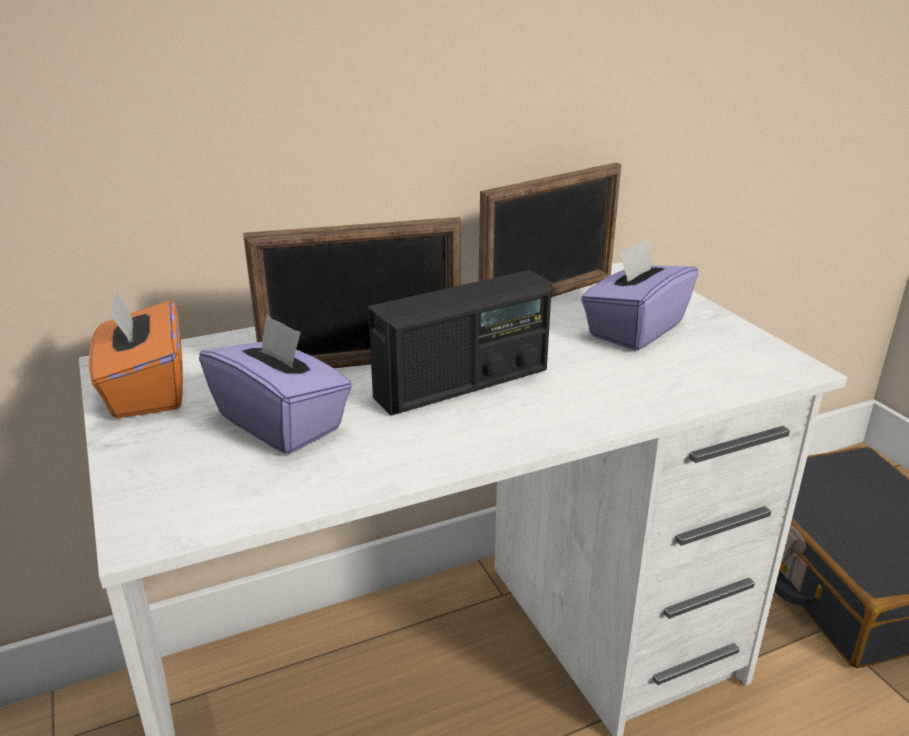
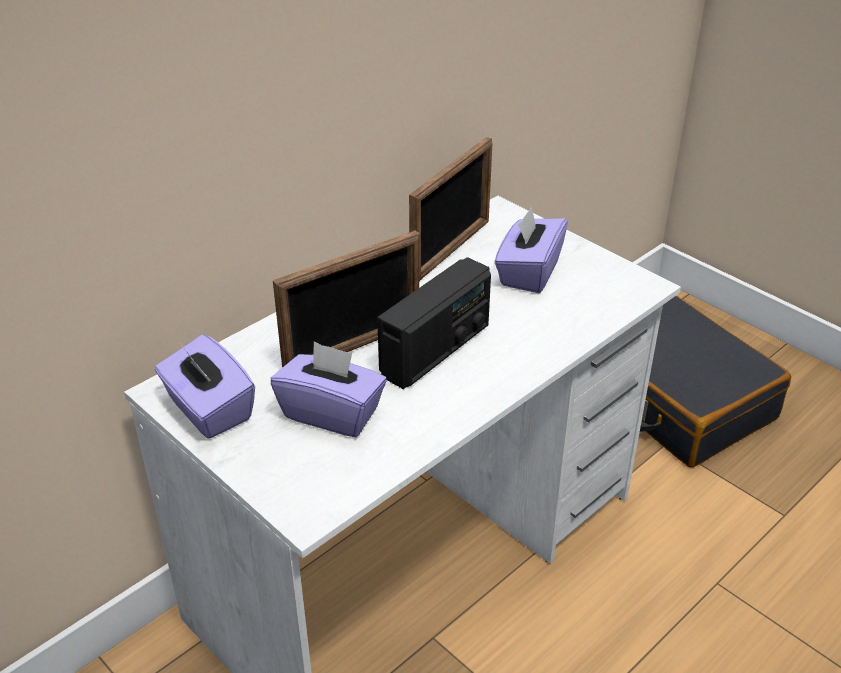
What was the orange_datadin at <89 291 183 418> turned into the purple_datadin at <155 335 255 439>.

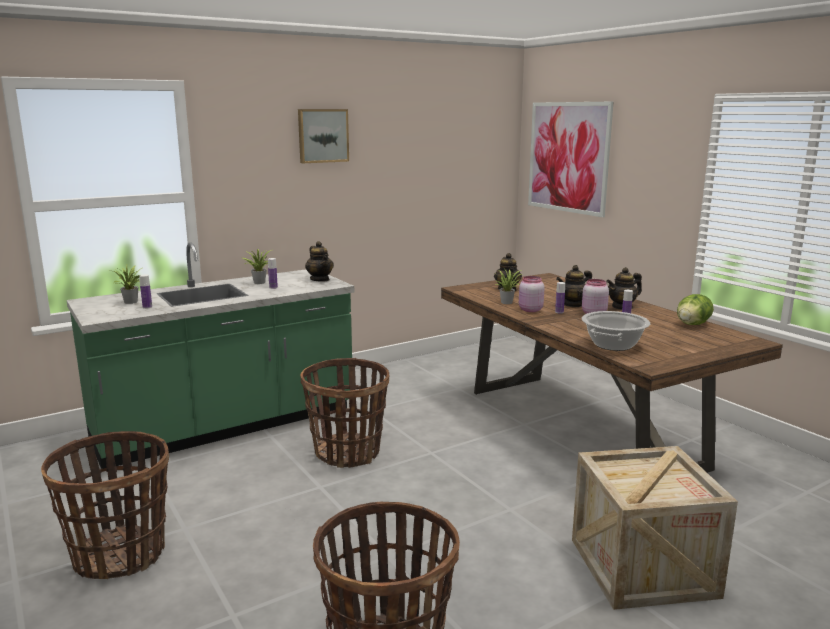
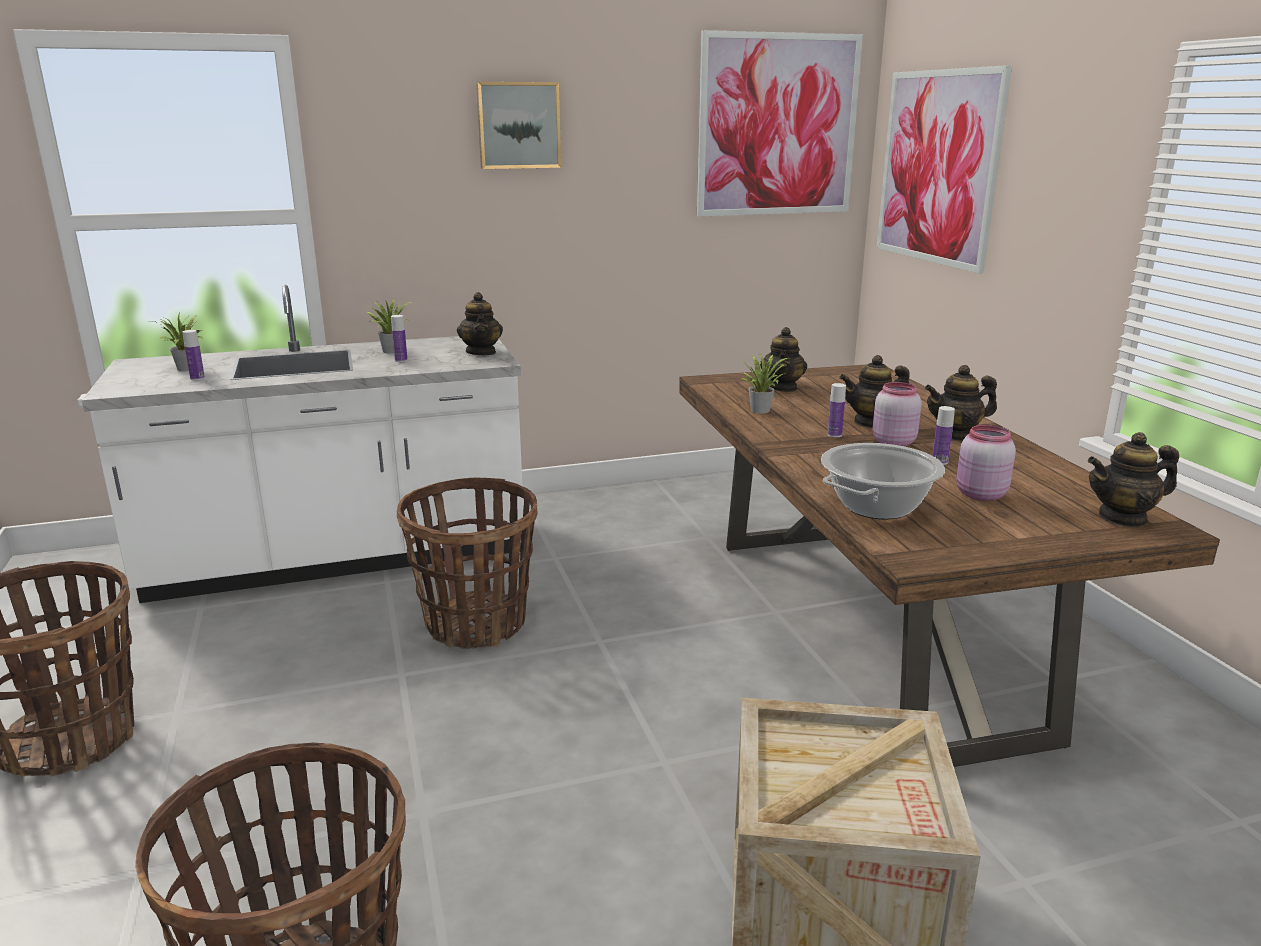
The second view lost the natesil at <677 294 714 325>.
The second view gained the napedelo at <697 30 863 217>.
The second view gained the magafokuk at <1088 432 1179 527>.
The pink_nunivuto ended up elsewhere, having gone from <519 276 545 312> to <956 425 1016 501>.
What was the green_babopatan at <66 242 354 469> turned into the white_babopatan at <82 285 523 603>.

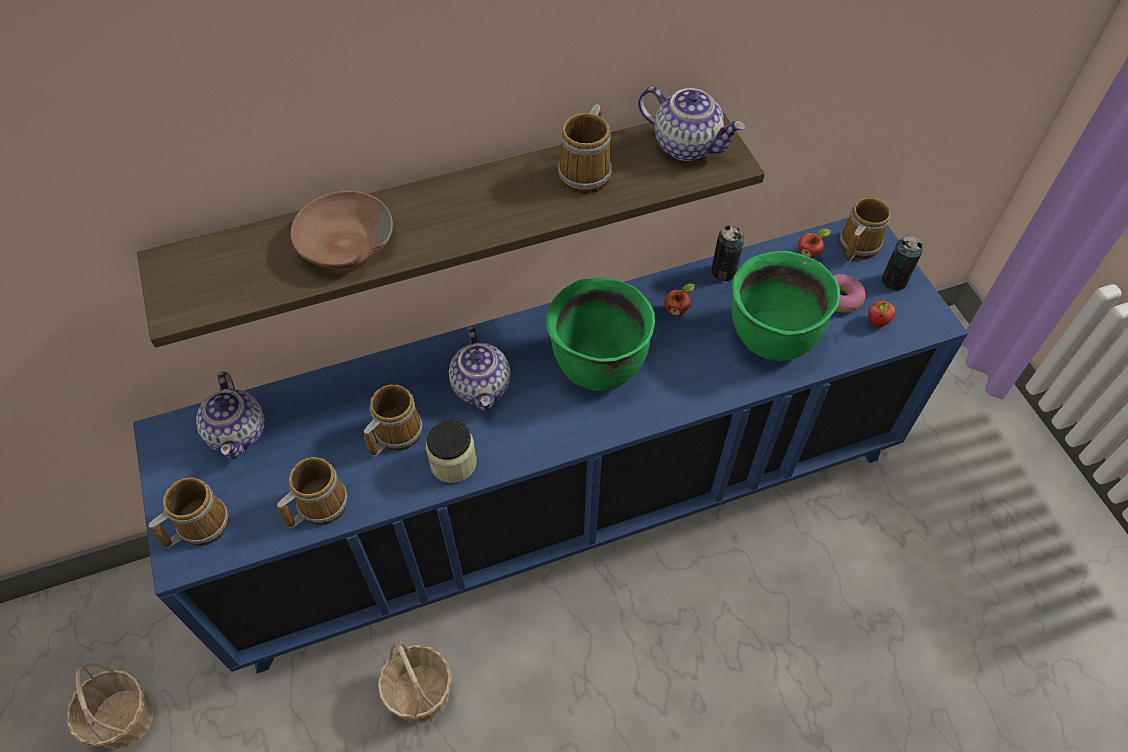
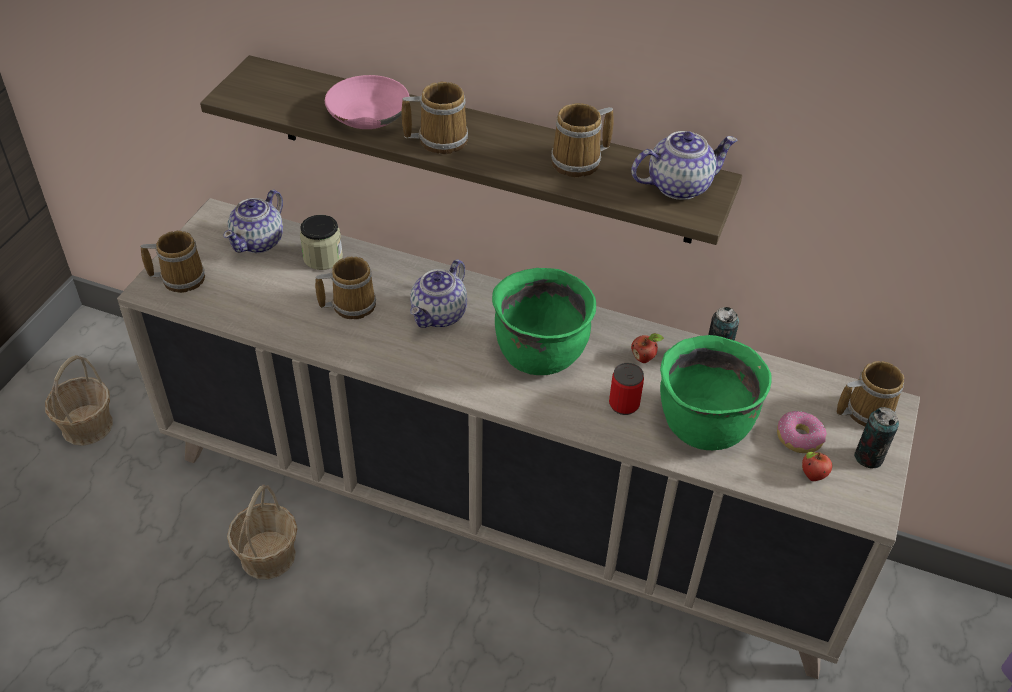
The second view lost the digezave at <798 228 831 259>.
The second view gained the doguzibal at <609 363 644 415>.
The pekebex ended up elsewhere, having gone from <277 457 348 528> to <402 82 468 154>.
The nunivuto ended up elsewhere, having gone from <426 420 477 483> to <300 215 343 270>.
What was the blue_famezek at <133 218 968 674> turned into the beige_famezek at <117 198 920 679>.
What was the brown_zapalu at <291 191 393 269> turned into the pink_zapalu at <325 75 410 129>.
The magafokuk at <638 86 746 161> ended up facing another way, 90 degrees counterclockwise from before.

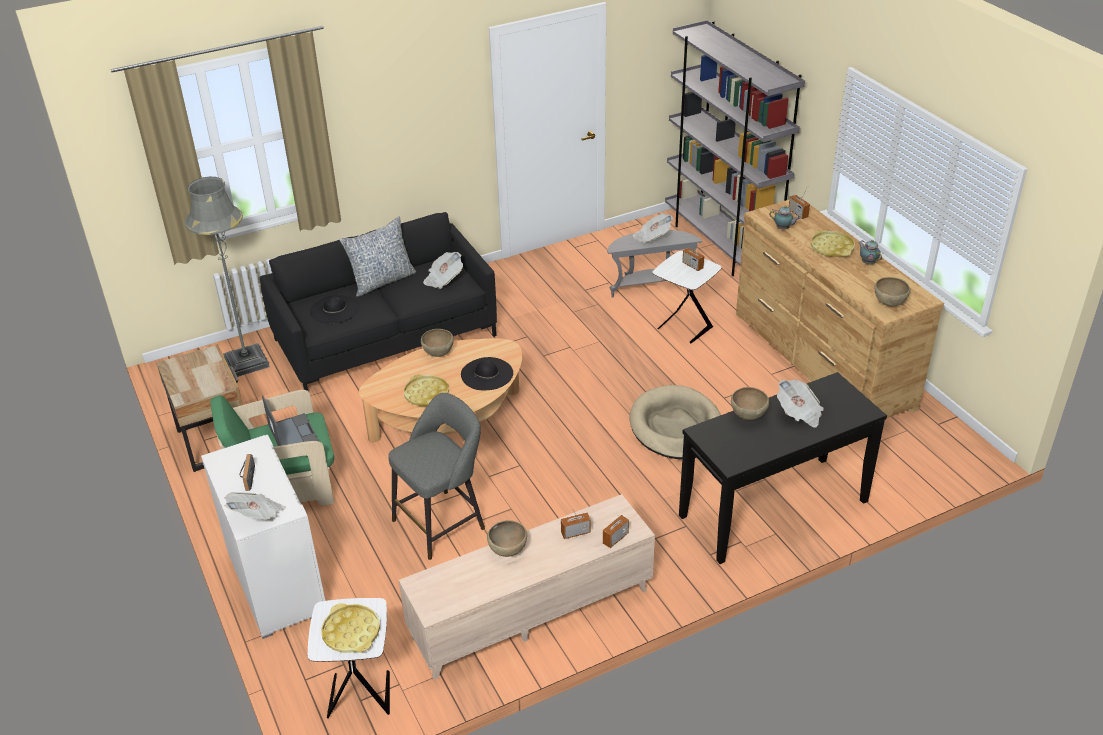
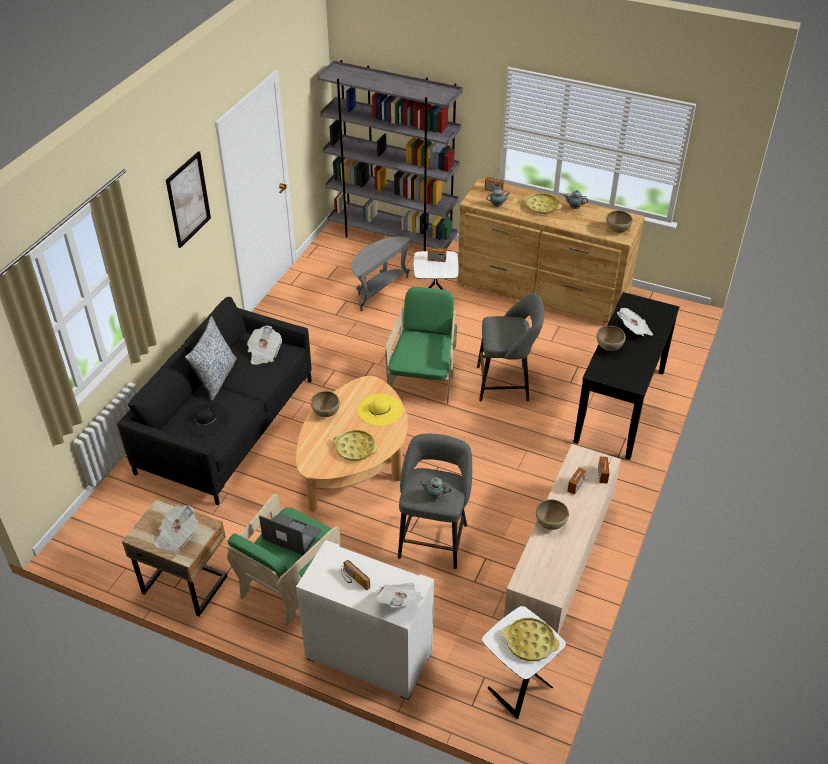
The second view lost the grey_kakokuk at <185 177 270 377>.
The second view gained the napedelo at <166 151 211 248>.
The second view gained the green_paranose at <385 287 458 404>.
The second view gained the magafokuk at <420 477 451 500>.
The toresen ended up elsewhere, having gone from <633 213 673 244> to <155 505 198 553>.
Where the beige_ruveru stood at <629 385 721 460>, the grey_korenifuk came to stand at <477 293 544 401>.
What was the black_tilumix at <461 357 513 390> turned into the yellow_tilumix at <357 394 403 426>.

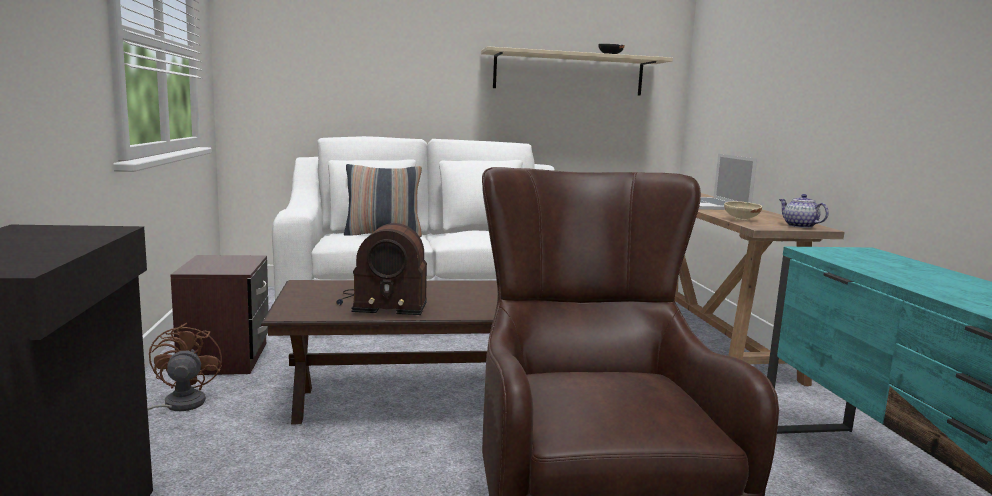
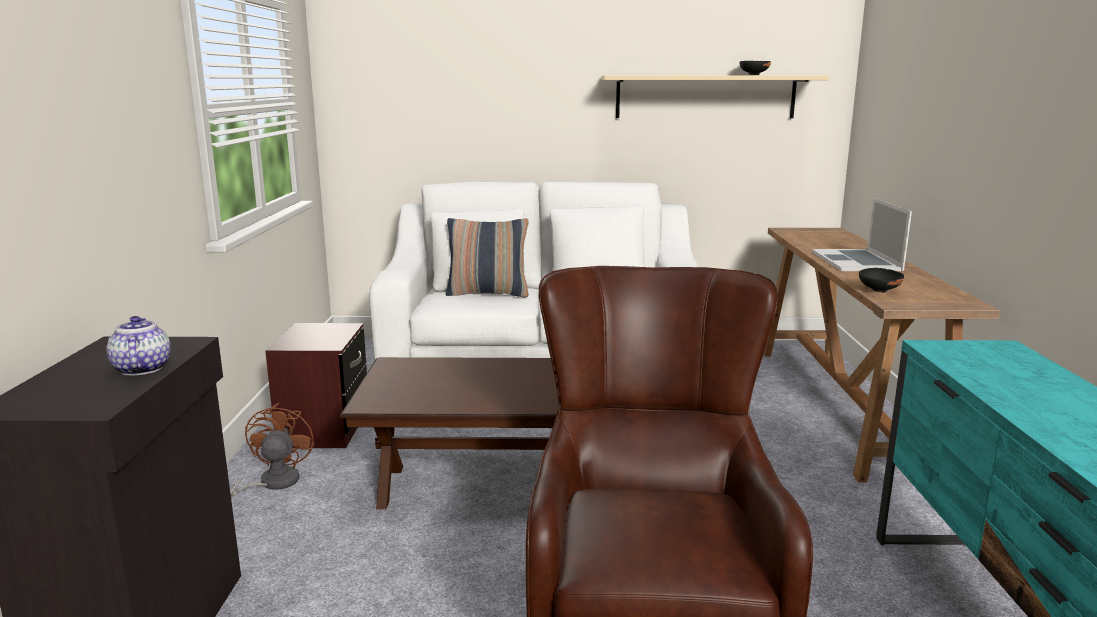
The second view lost the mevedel at <336 223 427 315>.
The magafokuk ended up elsewhere, having gone from <779 194 829 228> to <106 316 171 376>.
What was the beige_zapalu at <724 201 762 221> turned into the black_zapalu at <859 268 904 292>.

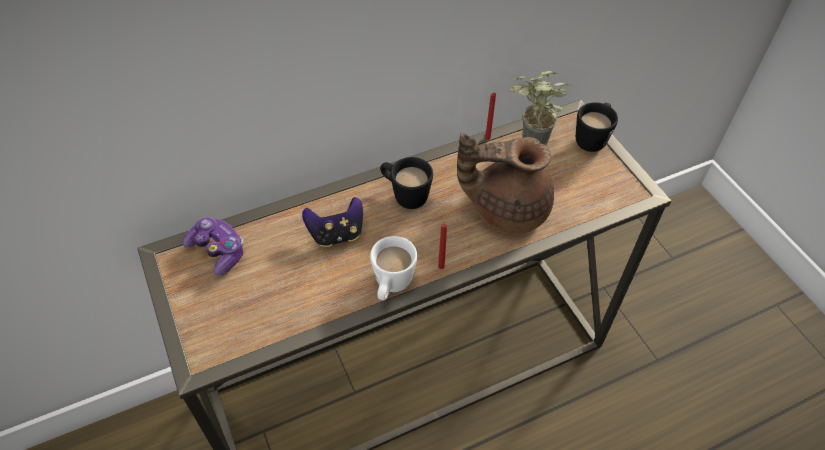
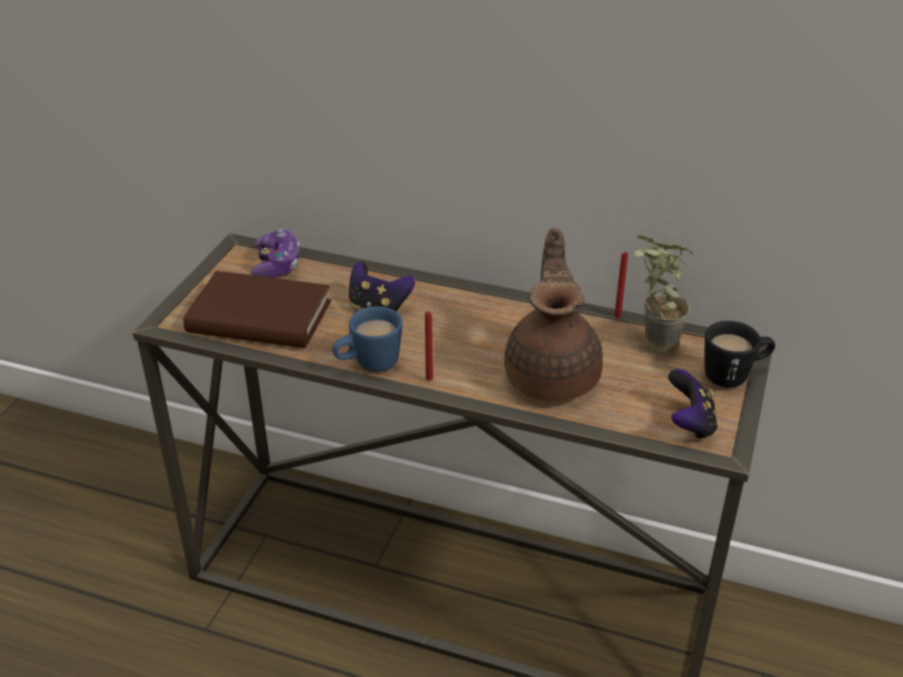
The second view lost the black_pekebex at <380 157 433 209>.
The second view gained the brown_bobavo at <183 271 331 348>.
The second view gained the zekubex at <668 369 718 441>.
What was the white_pekebex at <370 236 417 300> turned into the blue_pekebex at <332 306 403 372>.
The brown_magafokuk at <457 133 554 234> ended up facing another way, 45 degrees clockwise from before.

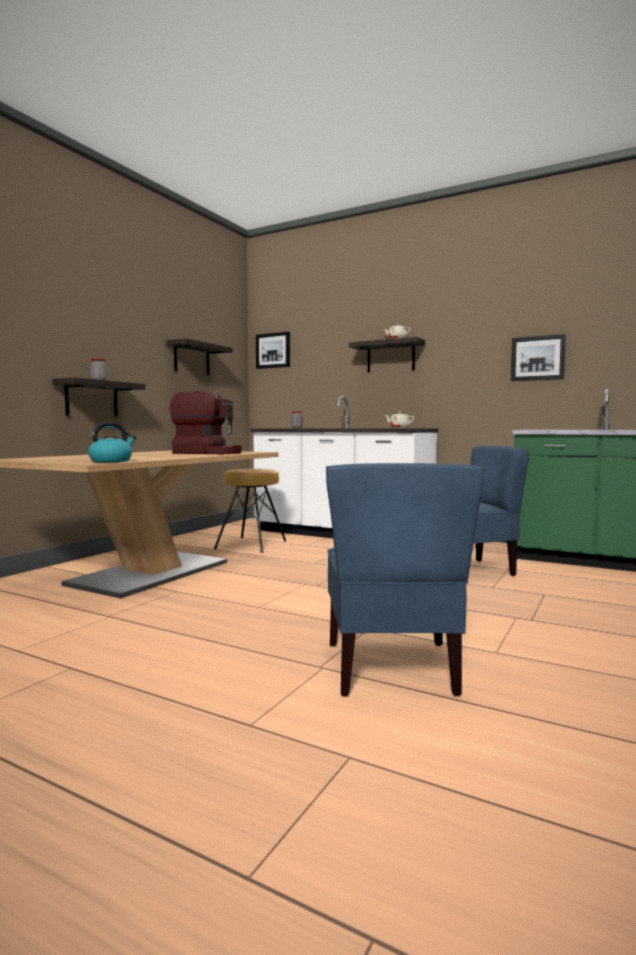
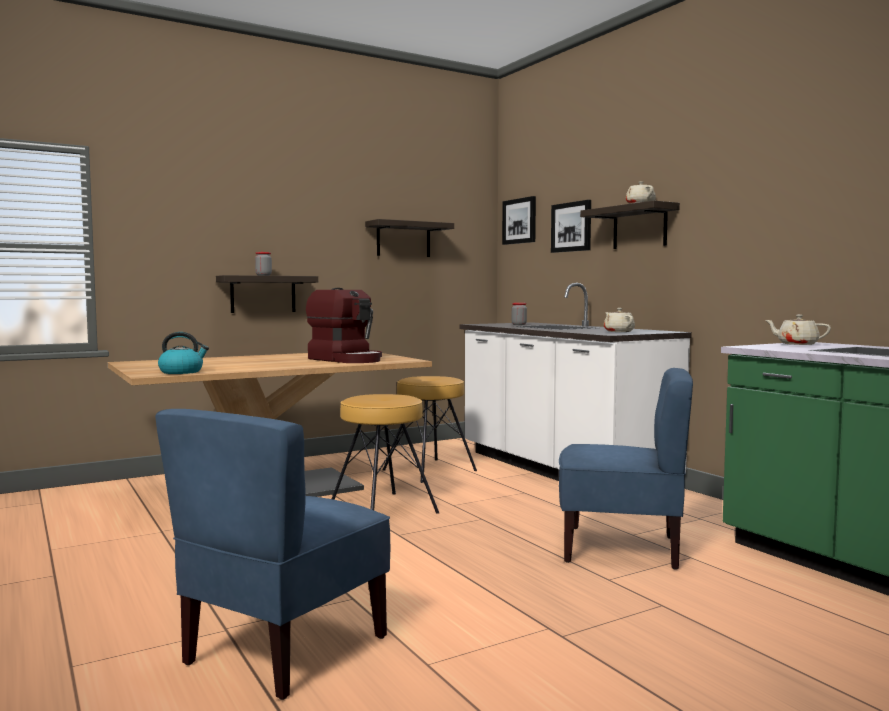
The second view gained the brown_korenifuk at <332 394 439 514>.
The second view gained the beige_magafokuk at <765 314 831 345>.
The napedelo ended up elsewhere, having gone from <511 334 566 381> to <551 200 591 253>.

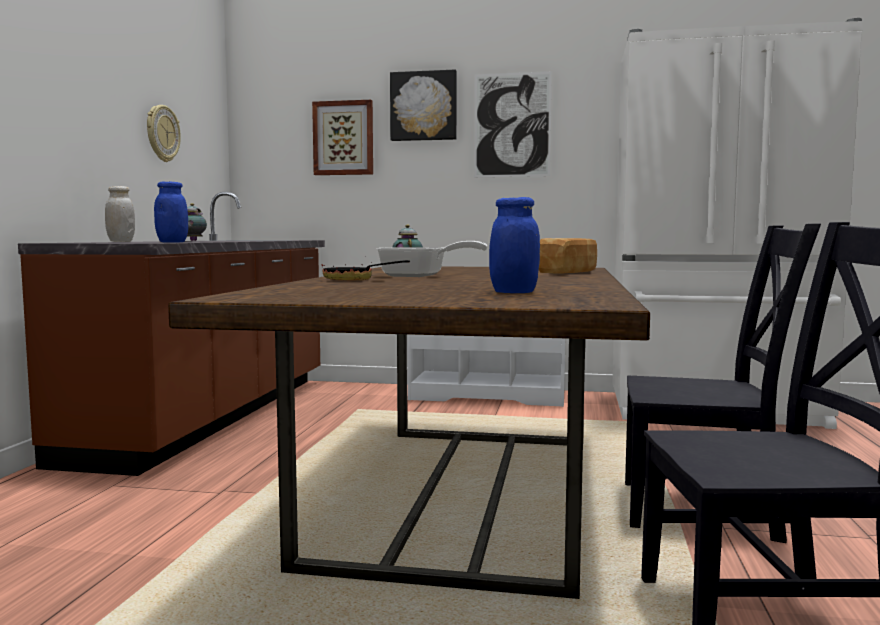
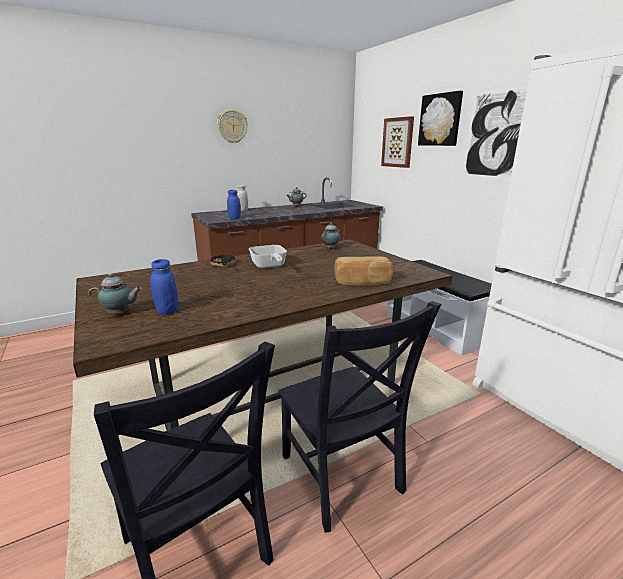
The second view gained the magafokuk at <88 273 142 314>.
The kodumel ended up elsewhere, having gone from <147 105 181 162> to <217 109 248 144>.

